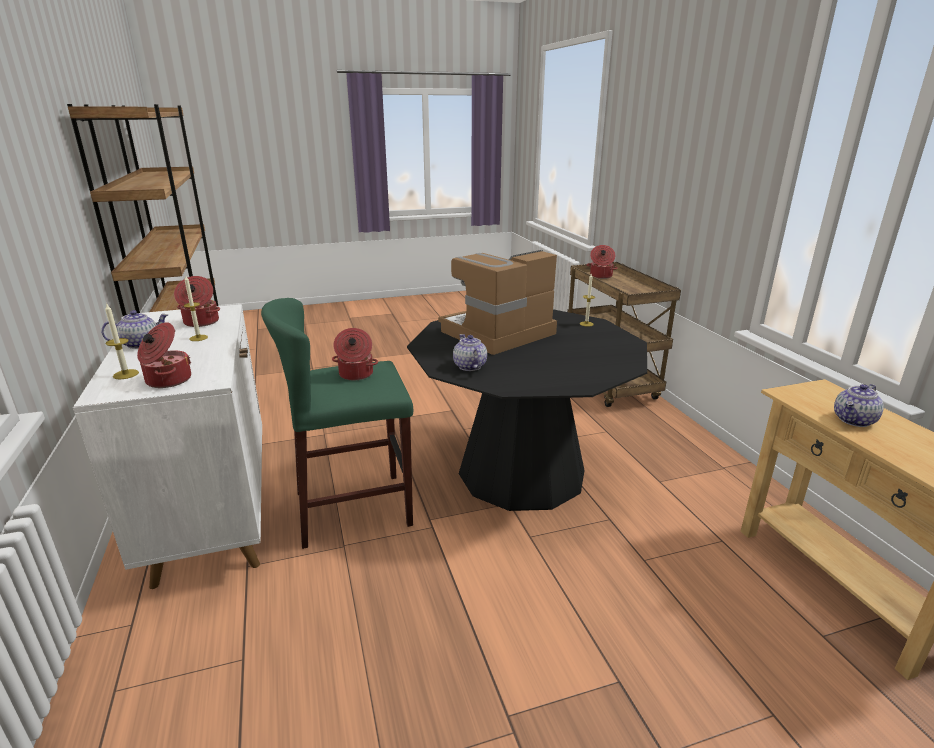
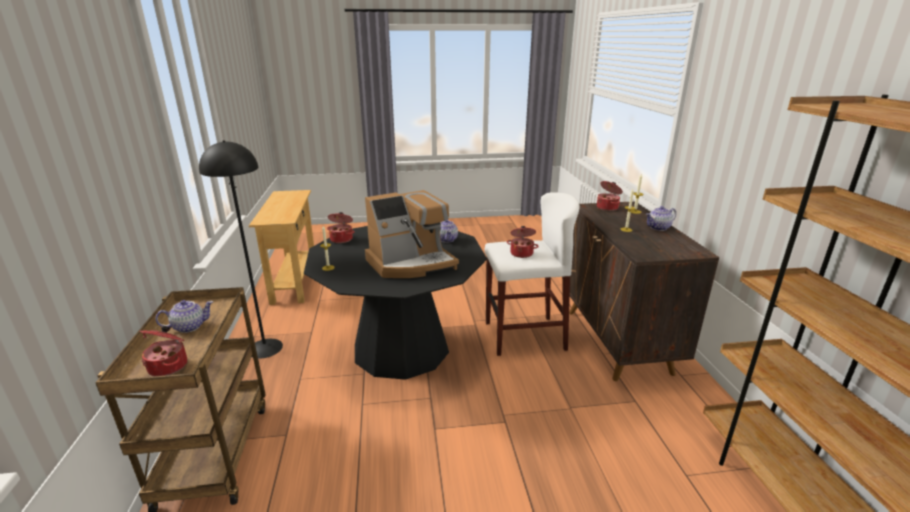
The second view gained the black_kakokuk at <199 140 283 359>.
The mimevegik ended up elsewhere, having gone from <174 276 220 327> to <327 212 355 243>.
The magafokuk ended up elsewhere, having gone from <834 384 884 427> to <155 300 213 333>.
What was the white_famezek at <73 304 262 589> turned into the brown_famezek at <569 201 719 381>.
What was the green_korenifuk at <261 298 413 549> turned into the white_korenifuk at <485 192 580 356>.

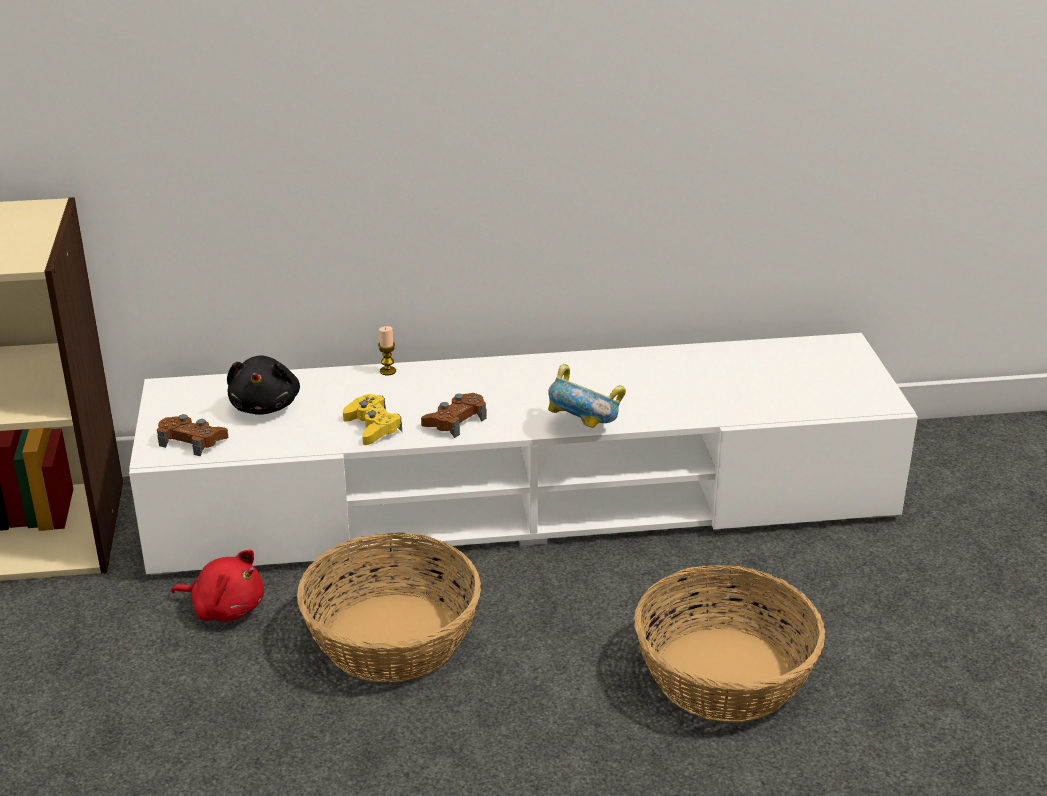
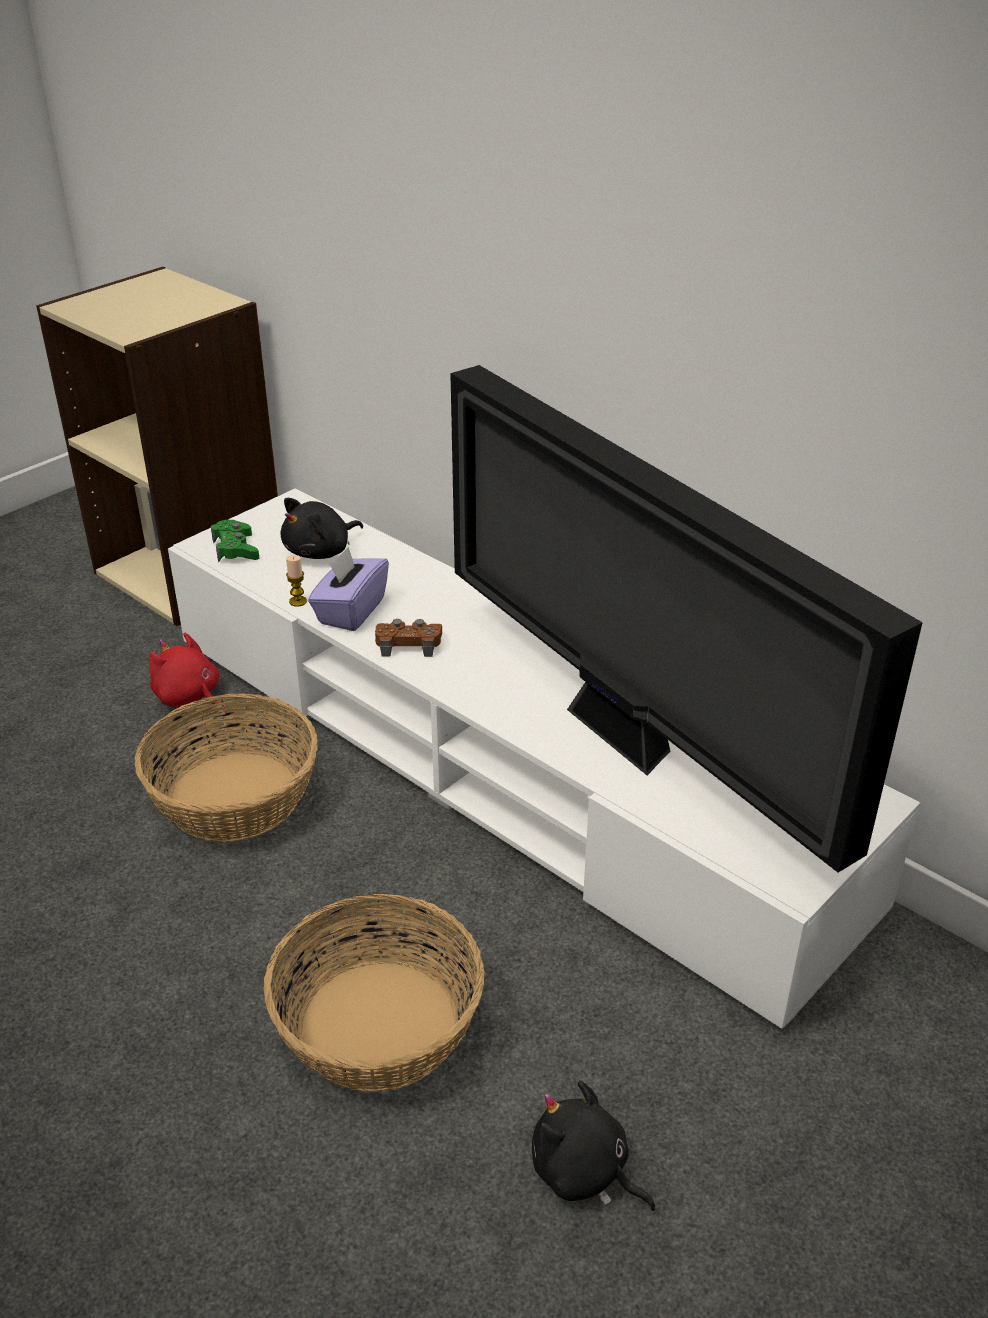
The second view lost the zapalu at <548 364 626 428>.
The second view gained the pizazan at <450 365 923 872>.
The second view gained the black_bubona at <532 1081 656 1211>.
The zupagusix ended up elsewhere, having gone from <378 326 396 375> to <286 555 307 607>.
Where the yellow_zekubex stood at <343 394 402 445>, the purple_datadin came to stand at <308 547 389 631>.
What was the brown_zekubex at <157 414 228 456> turned into the green_zekubex at <211 520 259 562>.
The red_bubona at <171 550 264 621> ended up facing another way, 150 degrees clockwise from before.

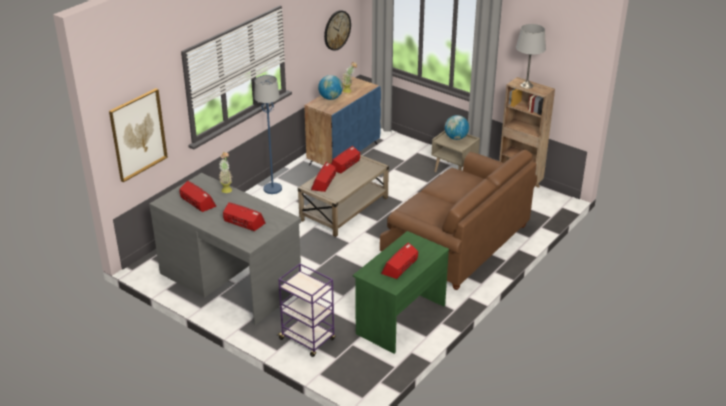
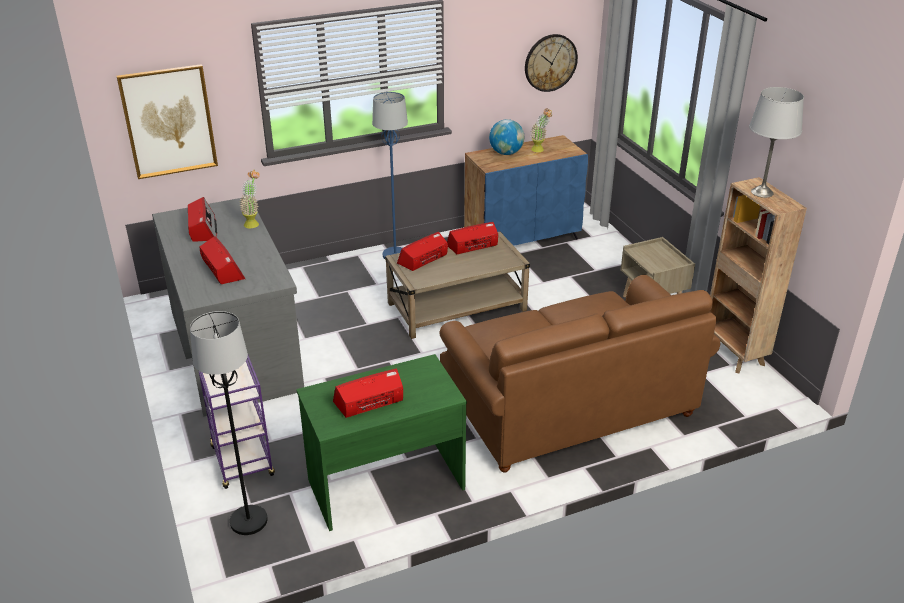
The second view lost the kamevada at <445 115 469 140>.
The second view gained the black_kakokuk at <190 311 267 535>.

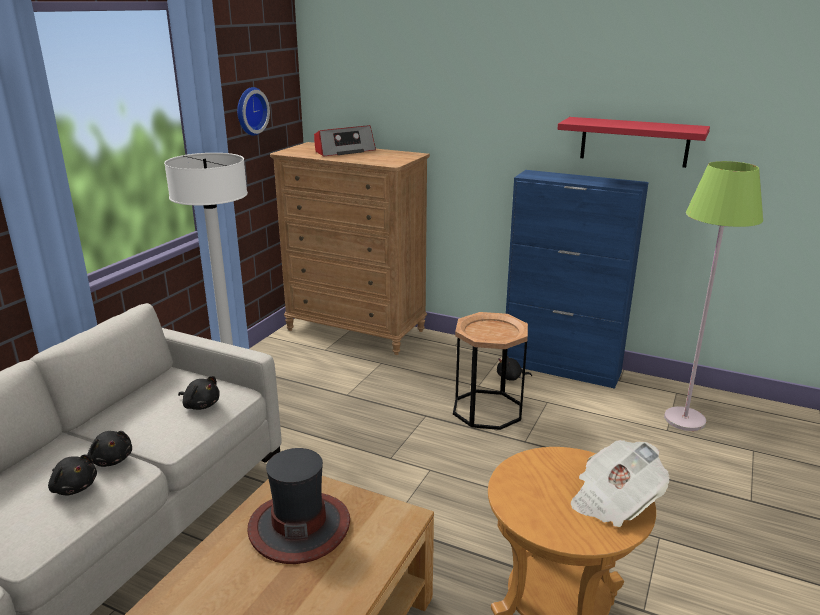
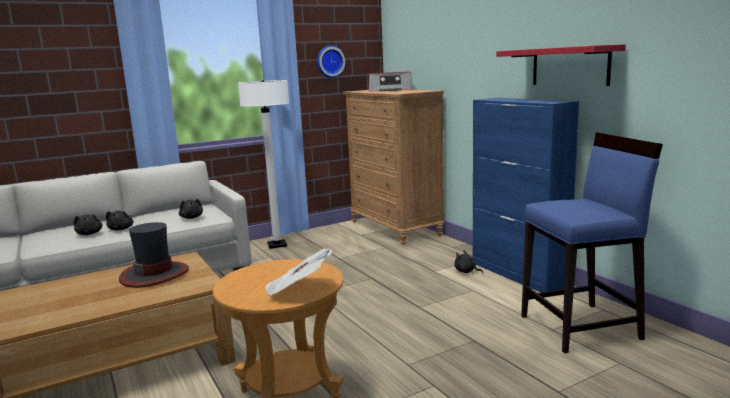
The second view lost the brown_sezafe at <453 312 528 430>.
Where the green_kakokuk stood at <664 161 763 431>, the blue_korenifuk came to stand at <521 132 663 354>.

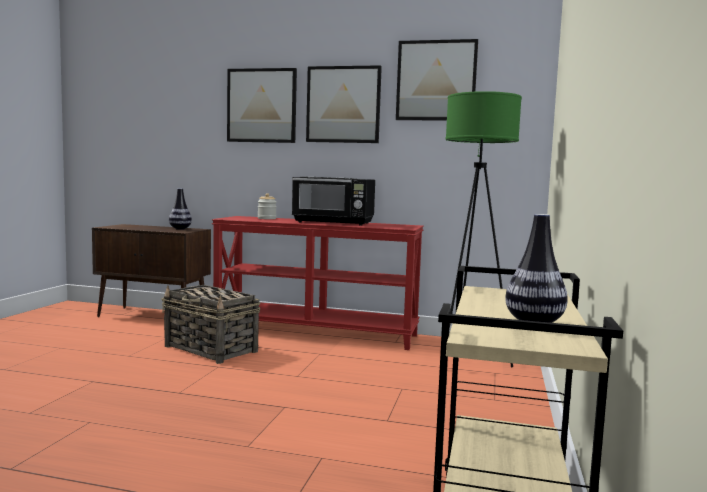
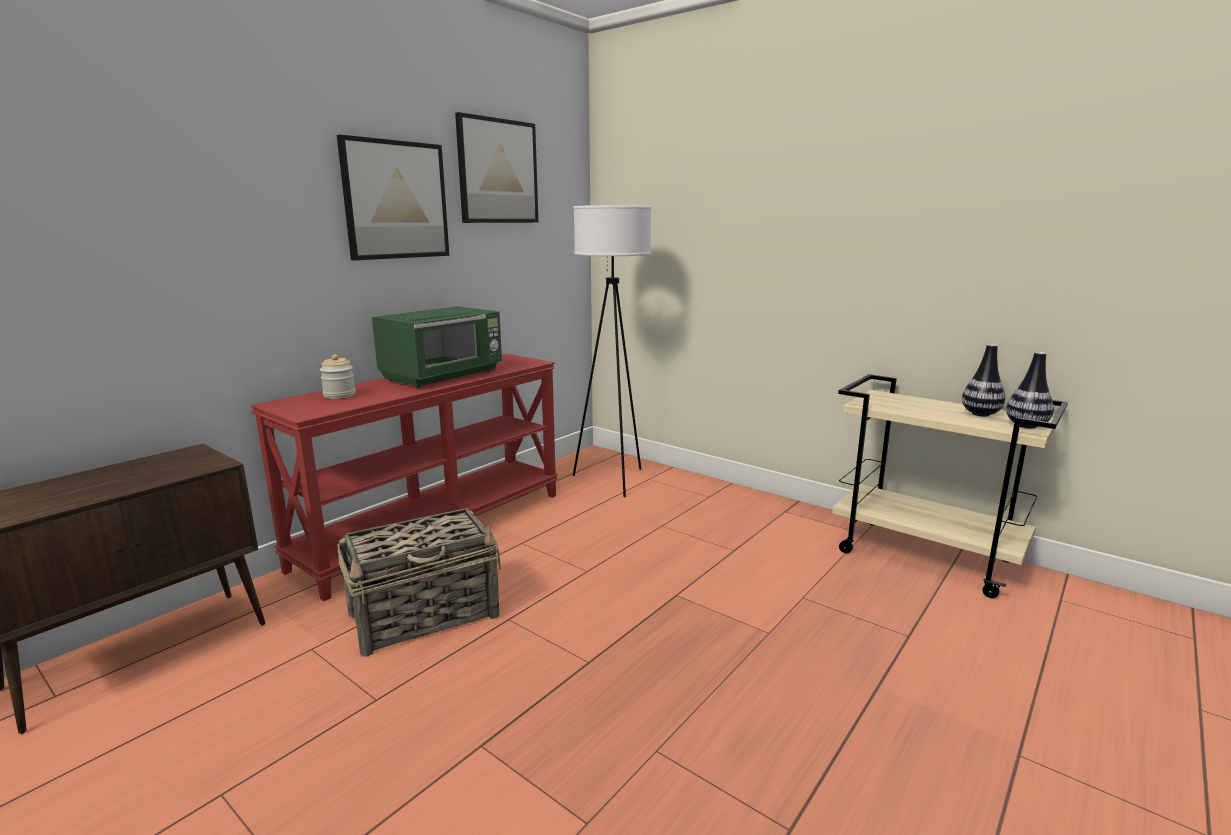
The second view lost the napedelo at <227 68 297 143>.
The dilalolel ended up elsewhere, having gone from <169 188 192 230> to <1006 352 1054 429>.
What was the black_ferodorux at <292 176 375 226> turned into the green_ferodorux at <372 306 502 388>.
What was the green_kakokuk at <445 91 522 367> turned into the white_kakokuk at <573 205 652 497>.

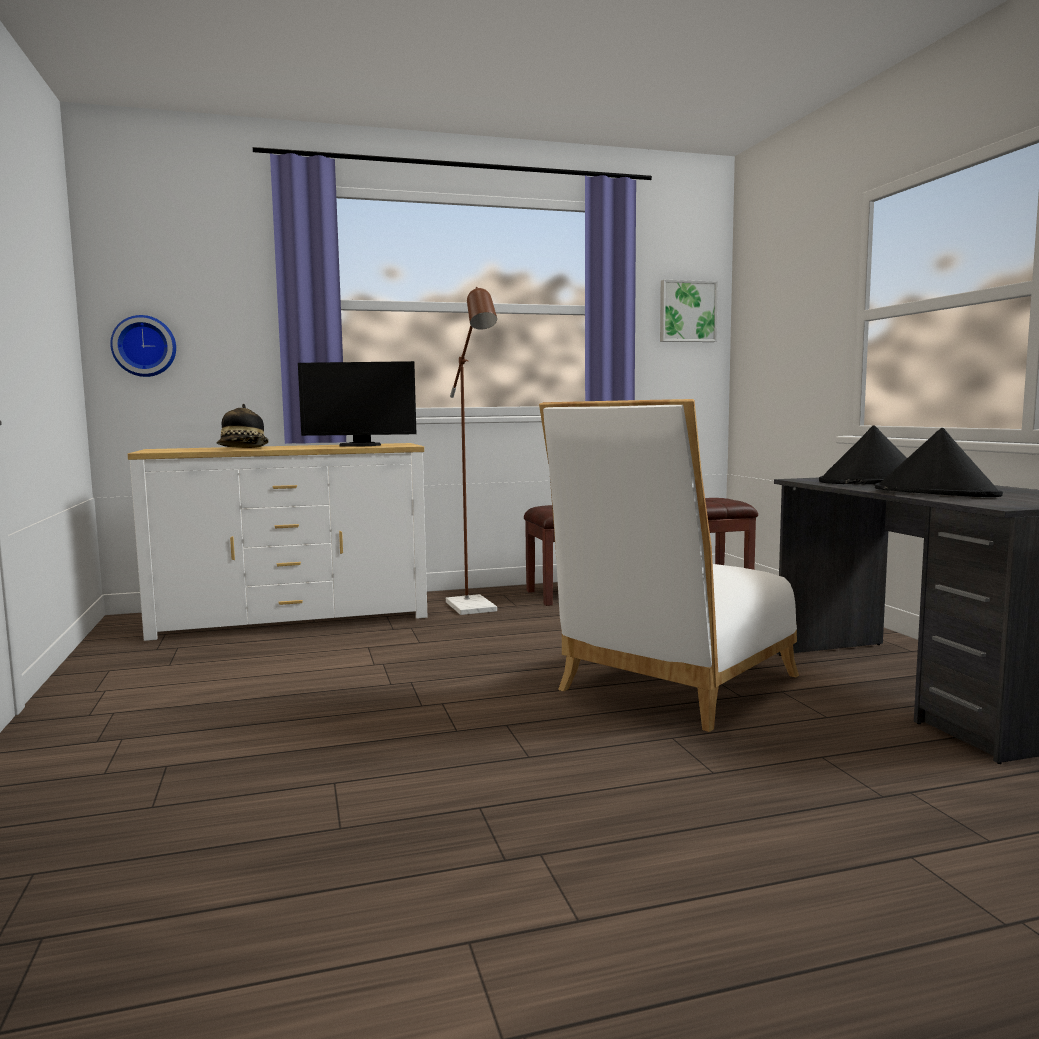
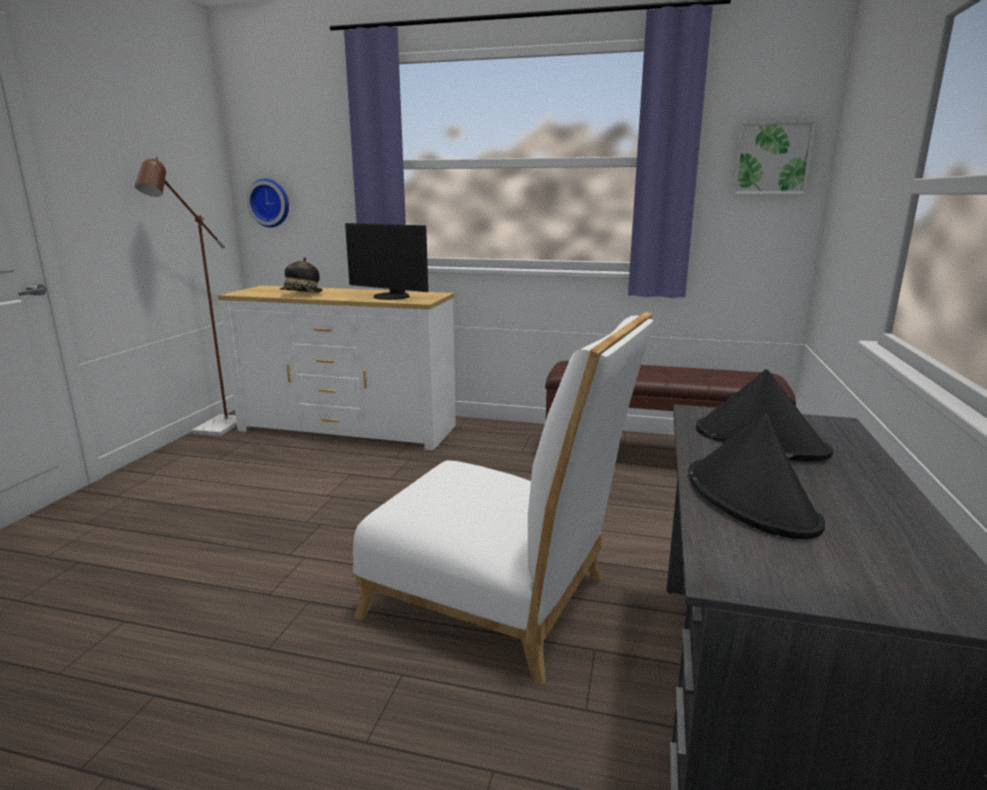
The brown_kakokuk ended up elsewhere, having gone from <446 287 497 615> to <135 157 237 436>.
The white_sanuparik at <539 399 799 732> ended up facing another way, 135 degrees counterclockwise from before.

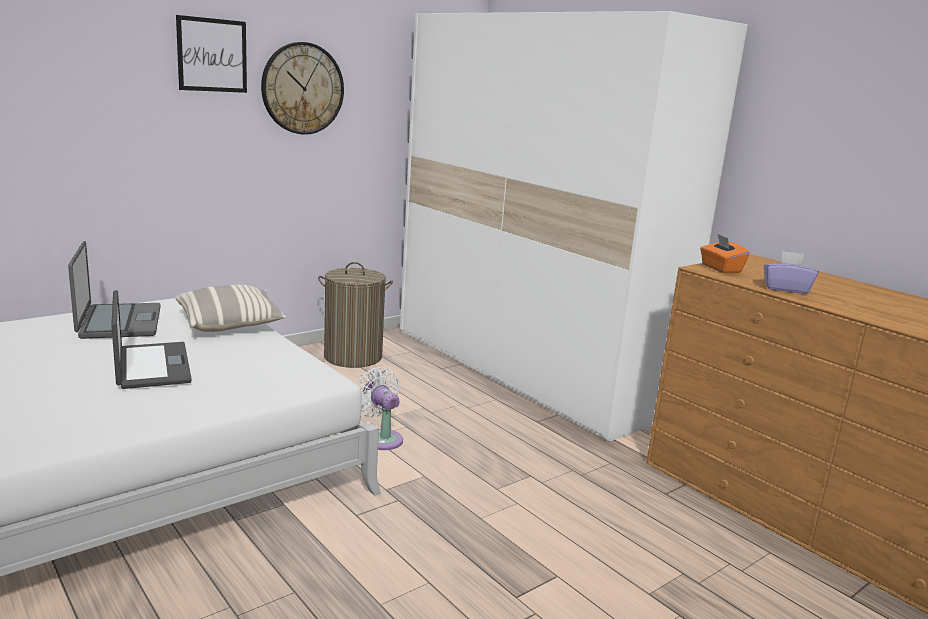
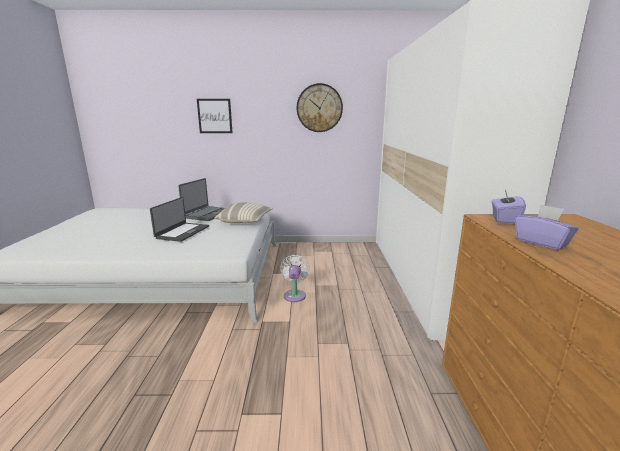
The second view lost the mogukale at <318 262 393 368>.
The napedelo ended up elsewhere, having gone from <176 15 247 93> to <197 99 232 133>.
What was the orange_datadin at <700 234 750 273> turned into the purple_datadin at <492 190 526 224>.

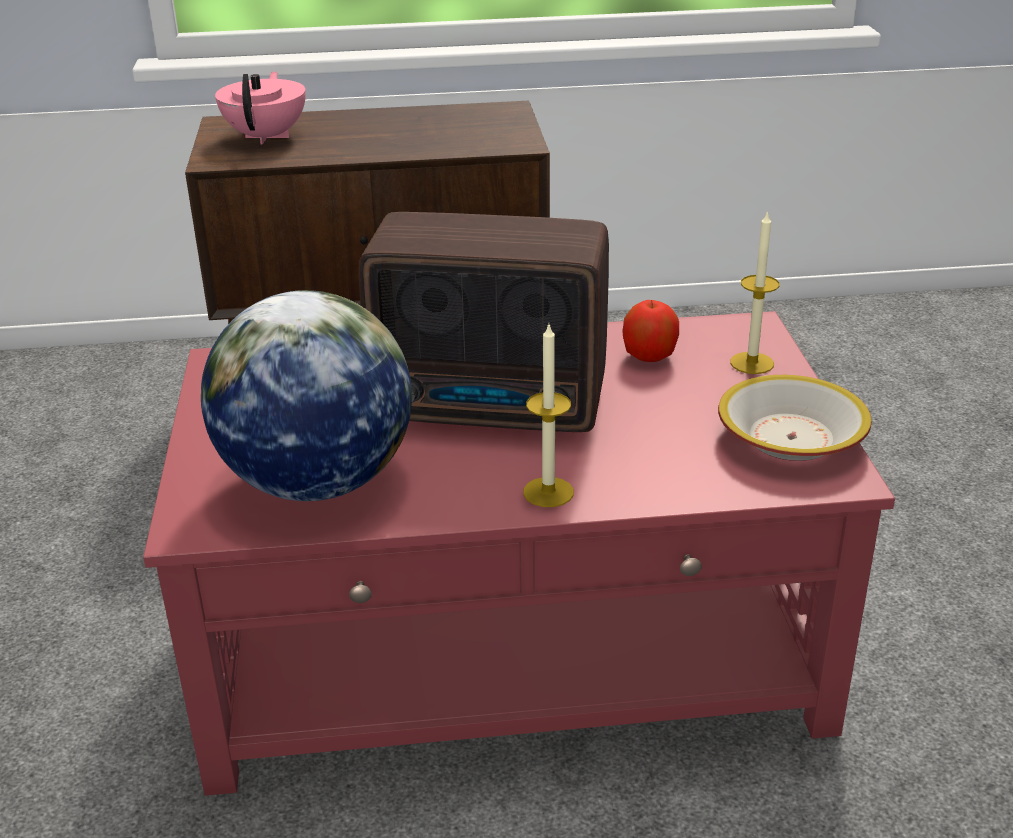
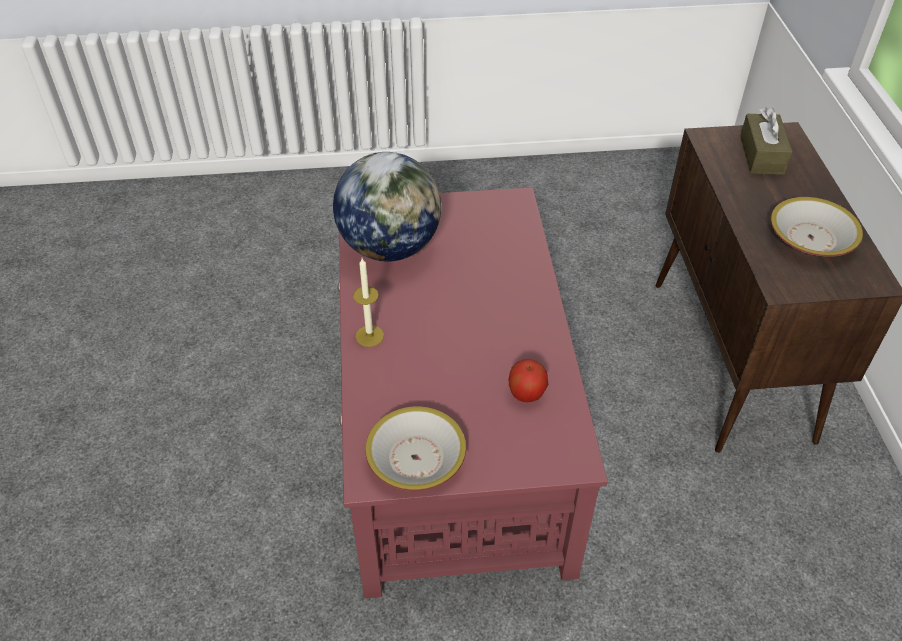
The second view lost the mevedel at <358 212 609 432>.
The second view lost the zupagusix at <730 210 779 374>.
The second view gained the zapalu at <770 197 863 257>.
Where the pink_magafokuk stood at <215 71 306 145>, the brown_datadin came to stand at <740 108 793 175>.

